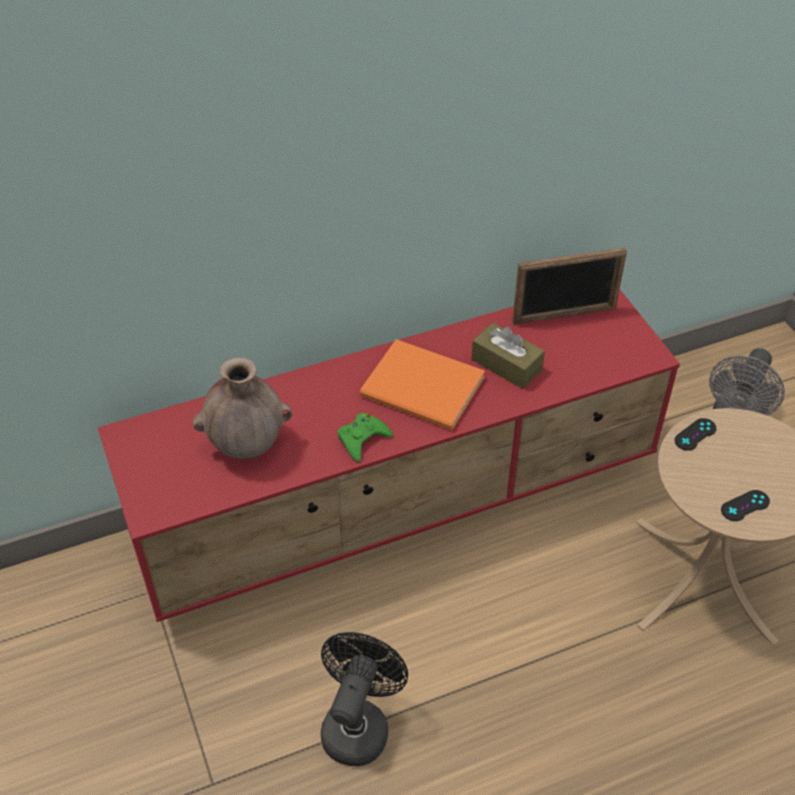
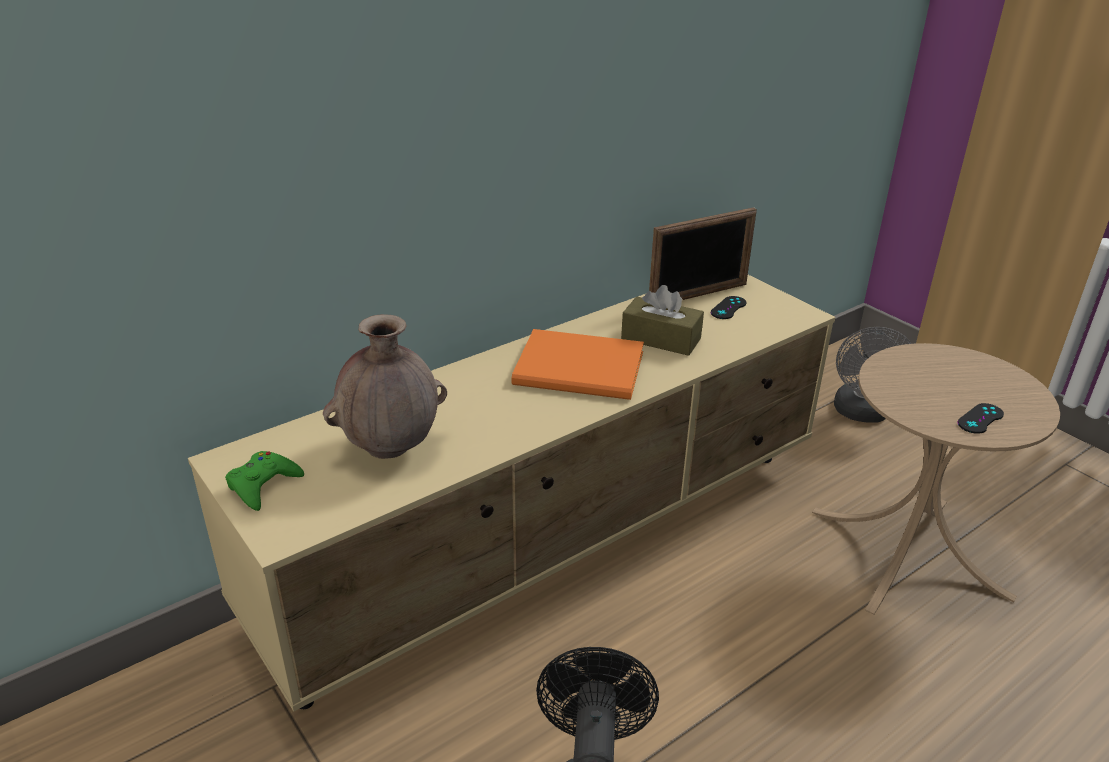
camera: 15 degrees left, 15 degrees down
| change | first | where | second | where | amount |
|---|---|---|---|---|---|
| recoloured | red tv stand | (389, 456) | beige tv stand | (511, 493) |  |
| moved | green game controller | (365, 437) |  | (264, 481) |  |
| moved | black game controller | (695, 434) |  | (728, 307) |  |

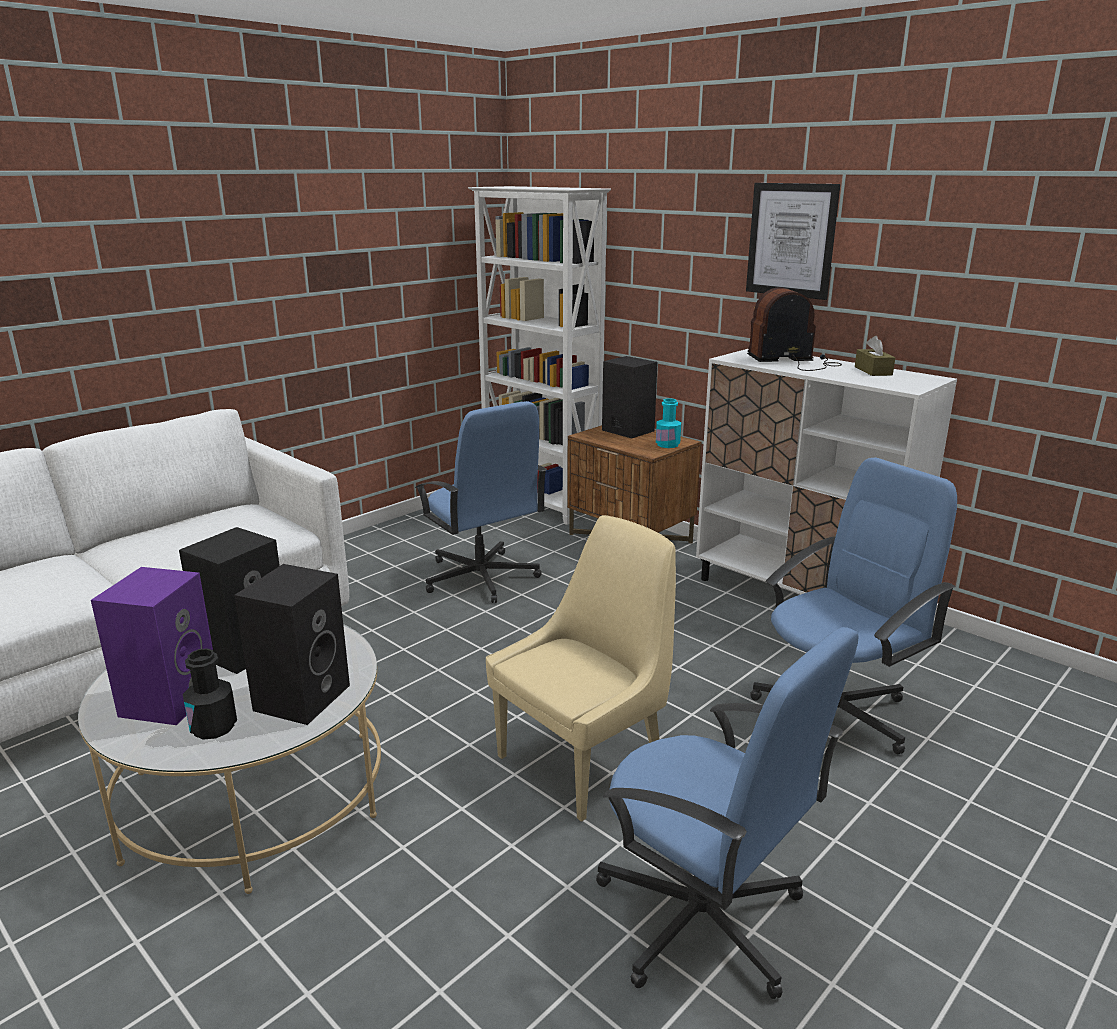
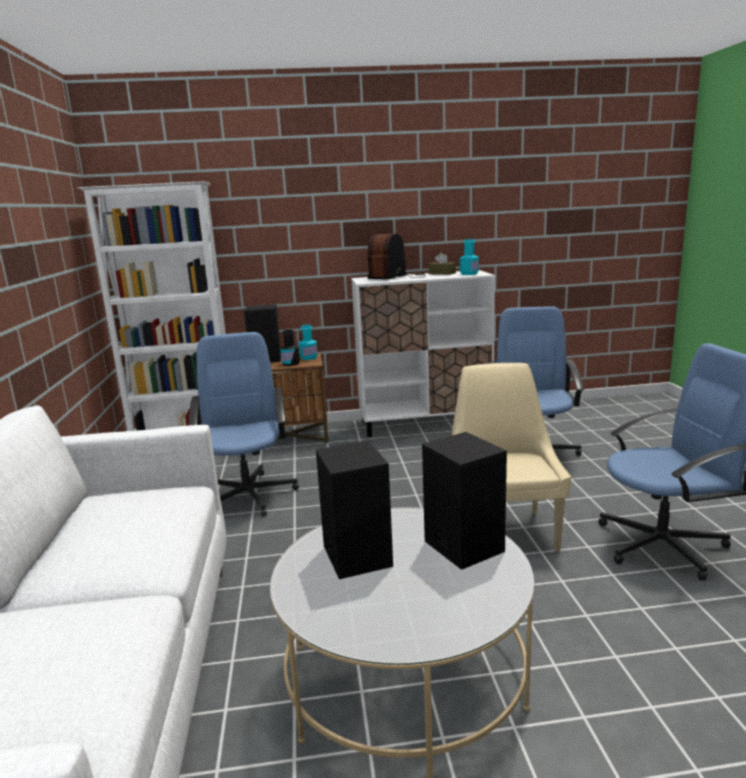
camera: 50 degrees left, 5 degrees down
| change | first | where | second | where | amount |
|---|---|---|---|---|---|
| turned | blue office chair | (481, 502) |  | (244, 424) | 105 degrees counterclockwise |
| moved | black bottle | (210, 694) |  | (290, 348) |  |
| added |  |  | turquoise bottle | (469, 257) |  |
| removed | purple speaker | (152, 646) |  |  |  |
| removed | picture | (793, 241) |  |  |  |

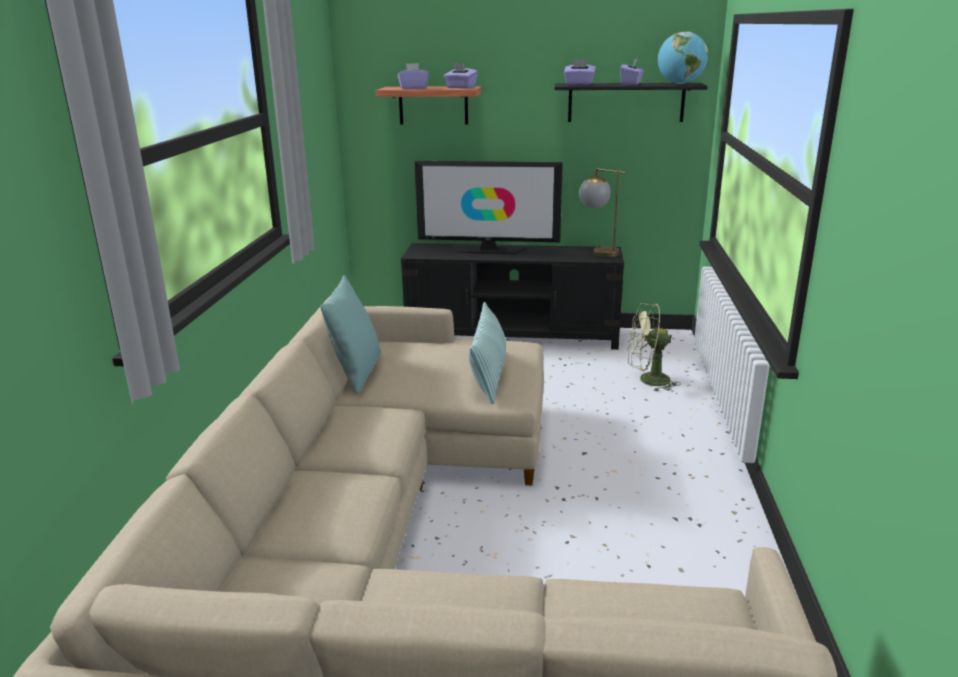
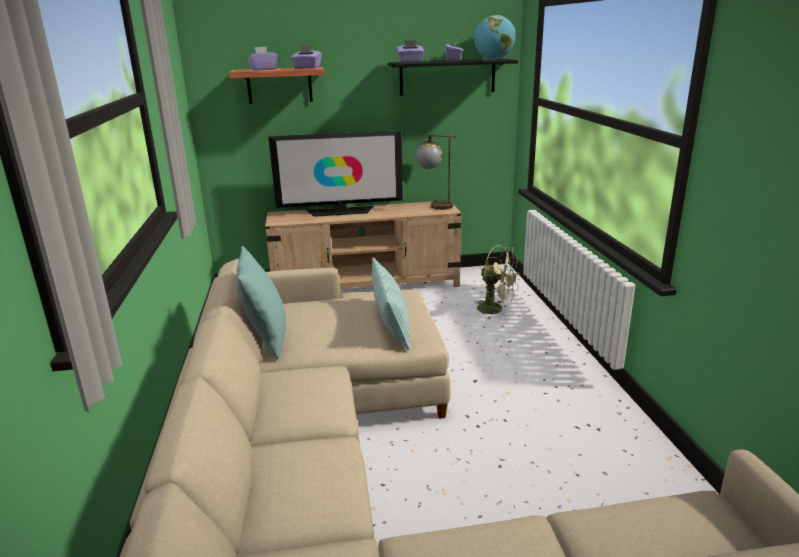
camera: 15 degrees left, 0 degrees up
| change | first | where | second | where | amount |
|---|---|---|---|---|---|
| recoloured | black tv stand | (512, 296) | beige tv stand | (363, 245) |  |
| turned | green fan | (654, 347) |  | (497, 282) | 135 degrees counterclockwise |

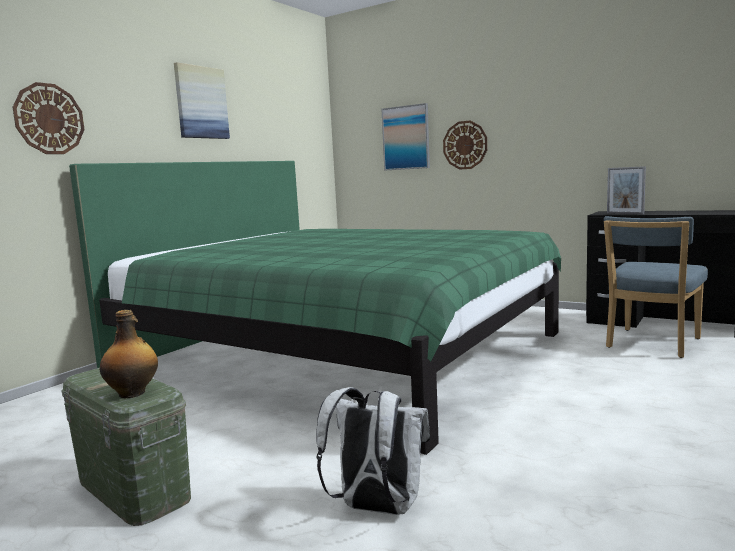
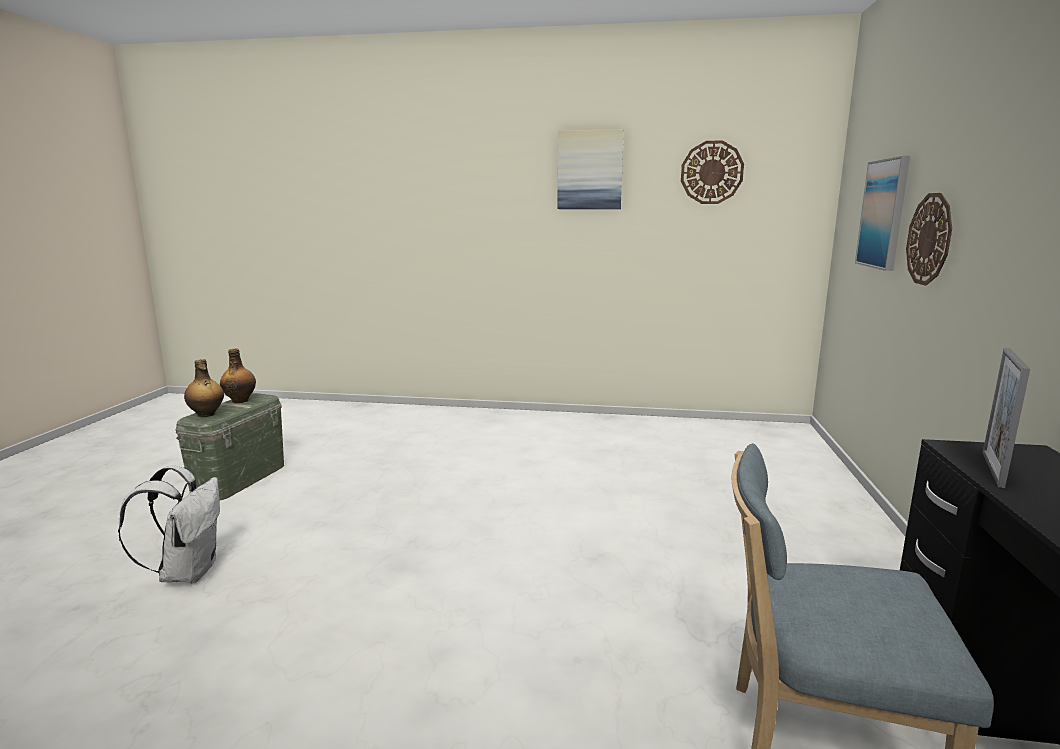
camera: 65 degrees right, 5 degrees up
| change | first | where | second | where | amount |
|---|---|---|---|---|---|
| added |  |  | bottle | (238, 376) |  |
| moved | wall clock | (49, 118) |  | (712, 172) |  |
| removed | green bed | (315, 308) |  |  |  |

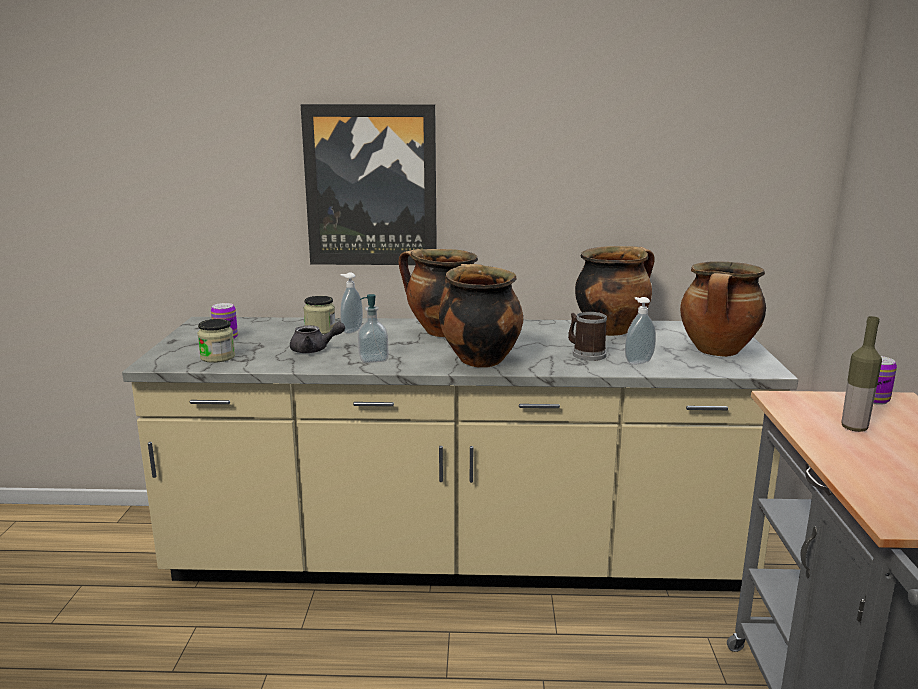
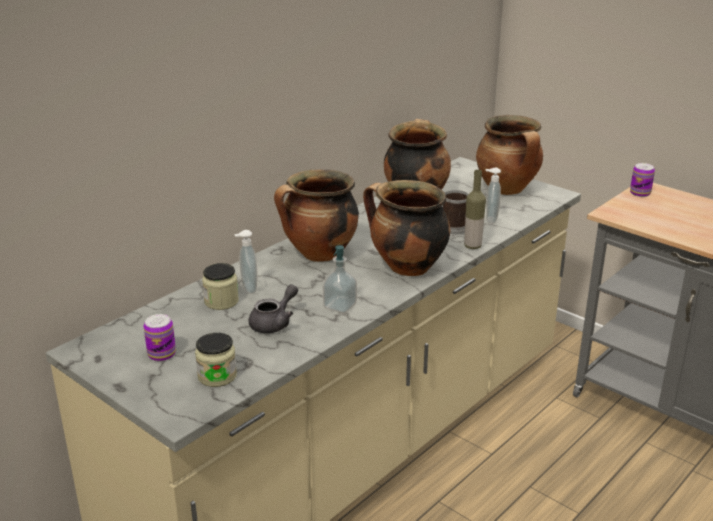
camera: 50 degrees left, 10 degrees up
| change | first | where | second | where | amount |
|---|---|---|---|---|---|
| moved | bottle | (862, 374) |  | (475, 209) |  |
| removed | picture | (368, 184) |  |  |  |

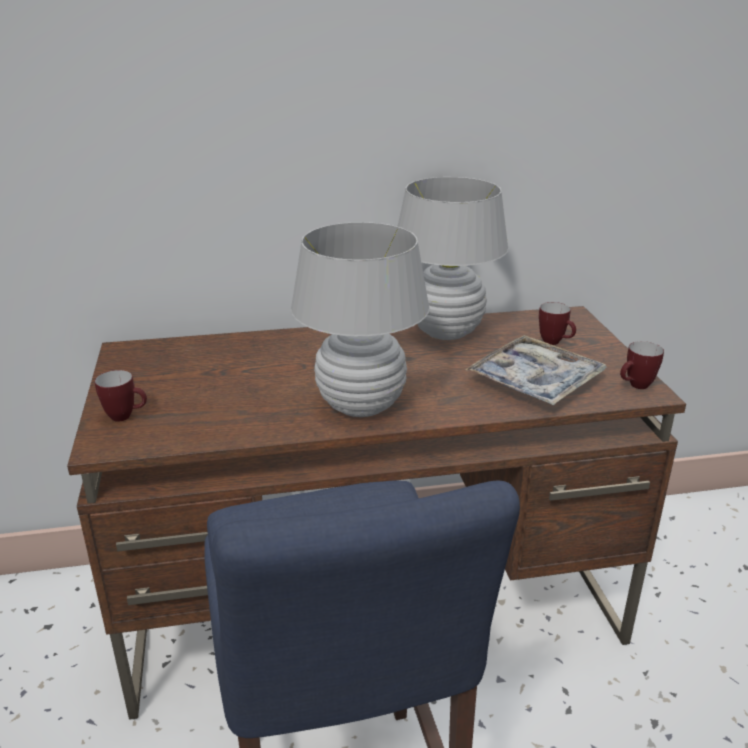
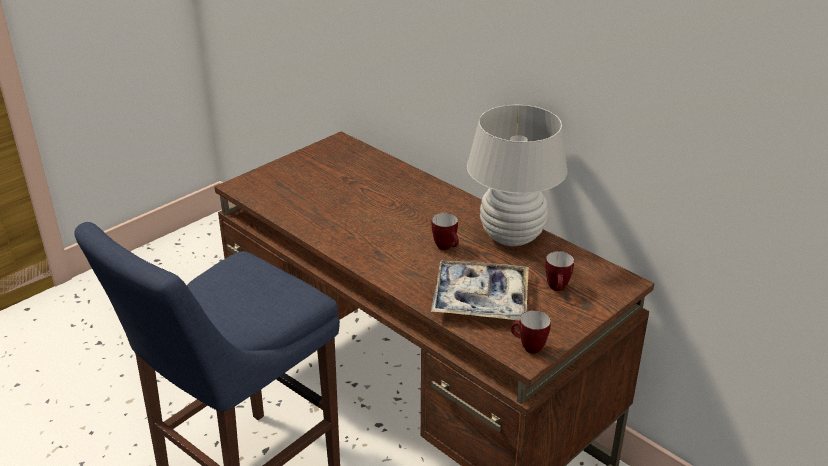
camera: 55 degrees right, 5 degrees up
| change | first | where | second | where | amount |
|---|---|---|---|---|---|
| moved | mug | (121, 396) |  | (445, 231) |  |
| removed | white table lamp | (360, 319) |  |  |  |

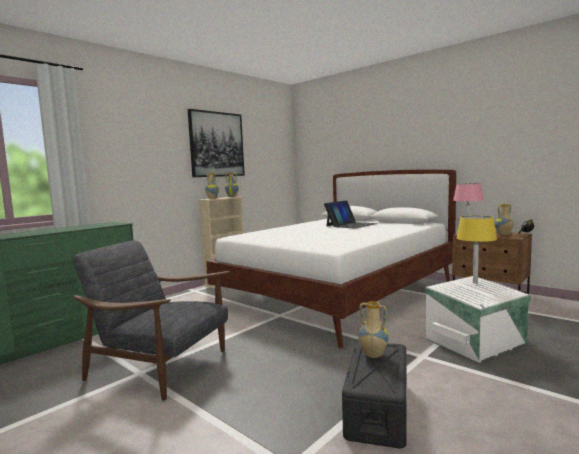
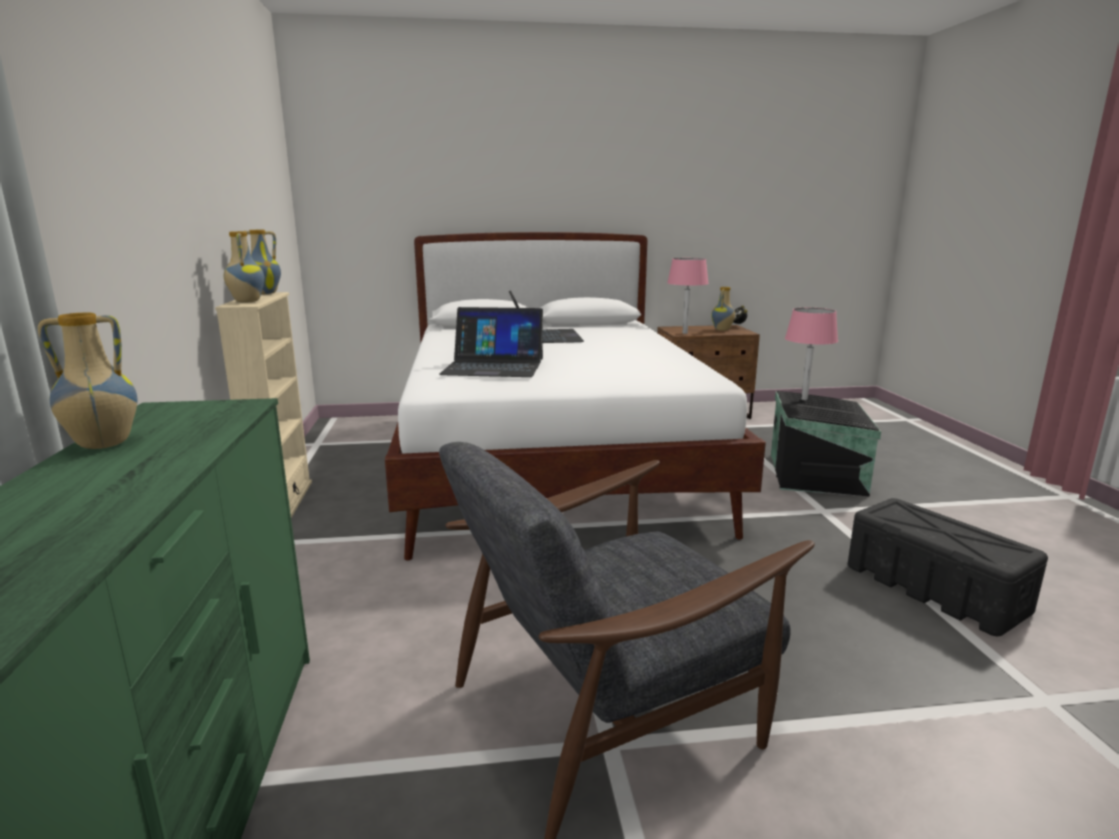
camera: 50 degrees left, 10 degrees up
| change | first | where | second | where | amount |
|---|---|---|---|---|---|
| moved | vase | (373, 329) |  | (87, 380) |  |
| added |  |  | laptop | (491, 342) |  |
| recoloured | white storage box | (478, 319) | black storage box | (826, 444) |  |
| recoloured | yellow table lamp | (476, 250) | pink table lamp | (811, 354) |  |
| removed | picture | (216, 143) |  |  |  |

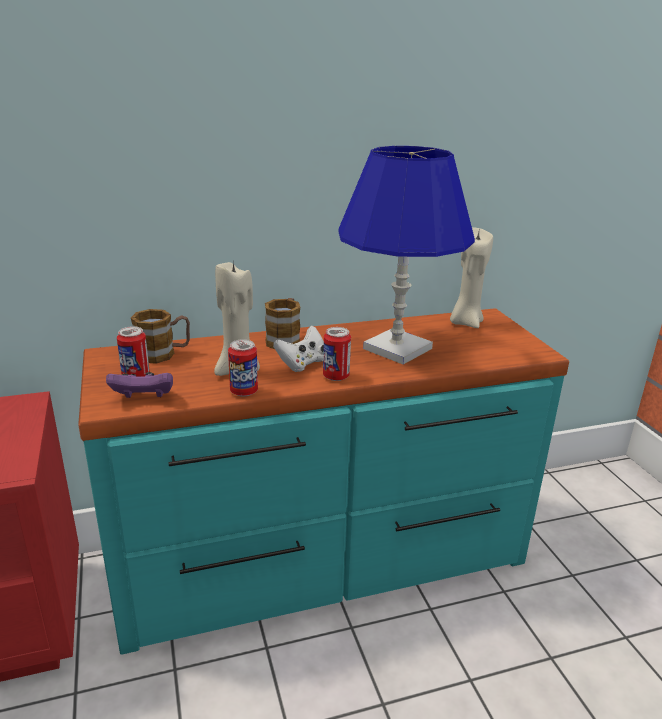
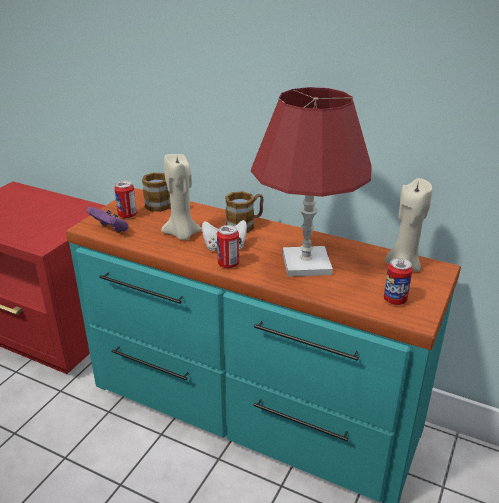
camera: 45 degrees right, 5 degrees up
| change | first | where | second | where | amount |
|---|---|---|---|---|---|
| recoloured | blue table lamp | (406, 255) | red table lamp | (311, 182) |  |
| moved | can | (243, 368) |  | (398, 281) |  |

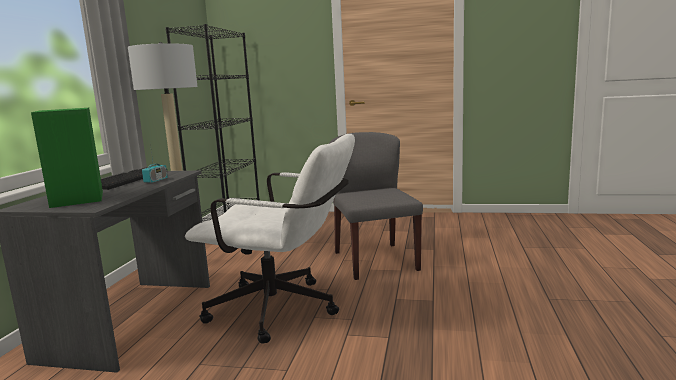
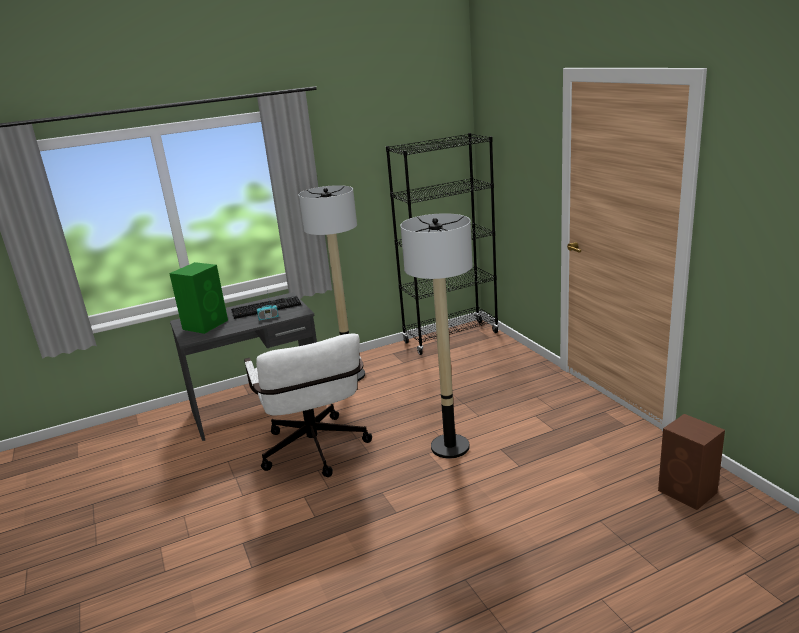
camera: 55 degrees right, 10 degrees up
| change | first | where | second | where | amount |
|---|---|---|---|---|---|
| replaced | grey chair | (376, 206) | floor lamp | (436, 336) |  |
| added |  |  | brown speaker | (691, 462) |  |

